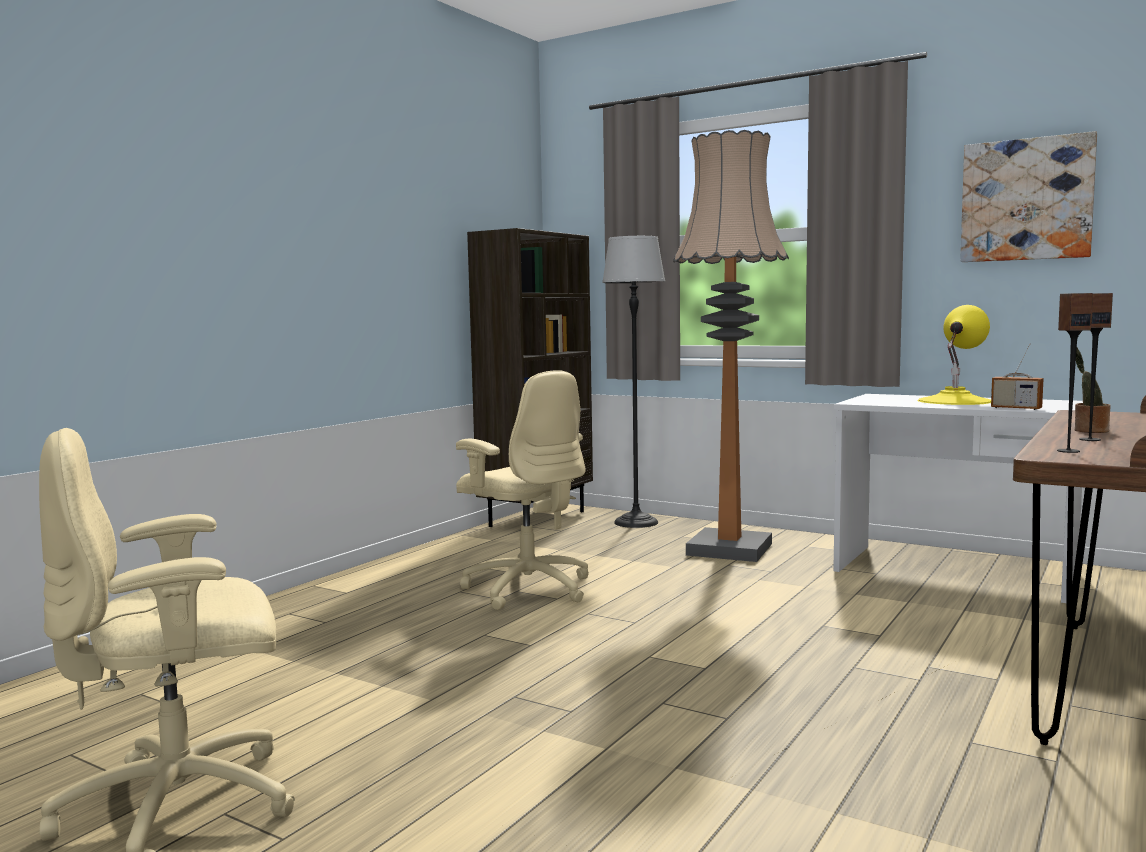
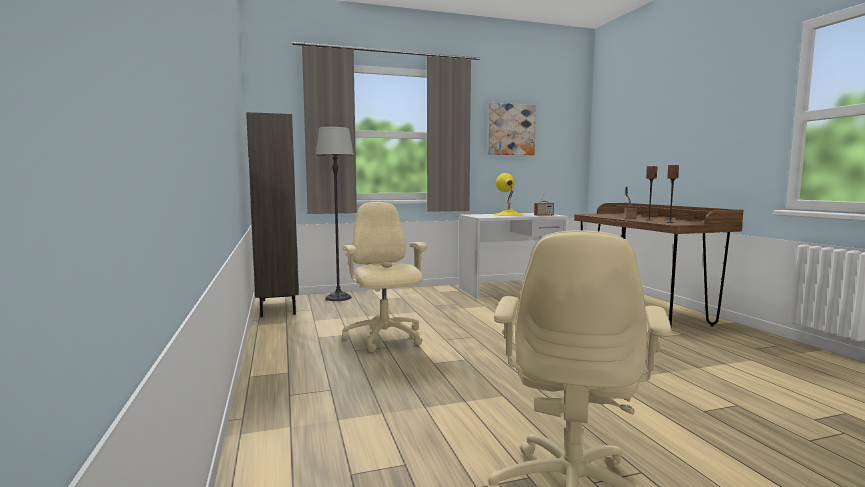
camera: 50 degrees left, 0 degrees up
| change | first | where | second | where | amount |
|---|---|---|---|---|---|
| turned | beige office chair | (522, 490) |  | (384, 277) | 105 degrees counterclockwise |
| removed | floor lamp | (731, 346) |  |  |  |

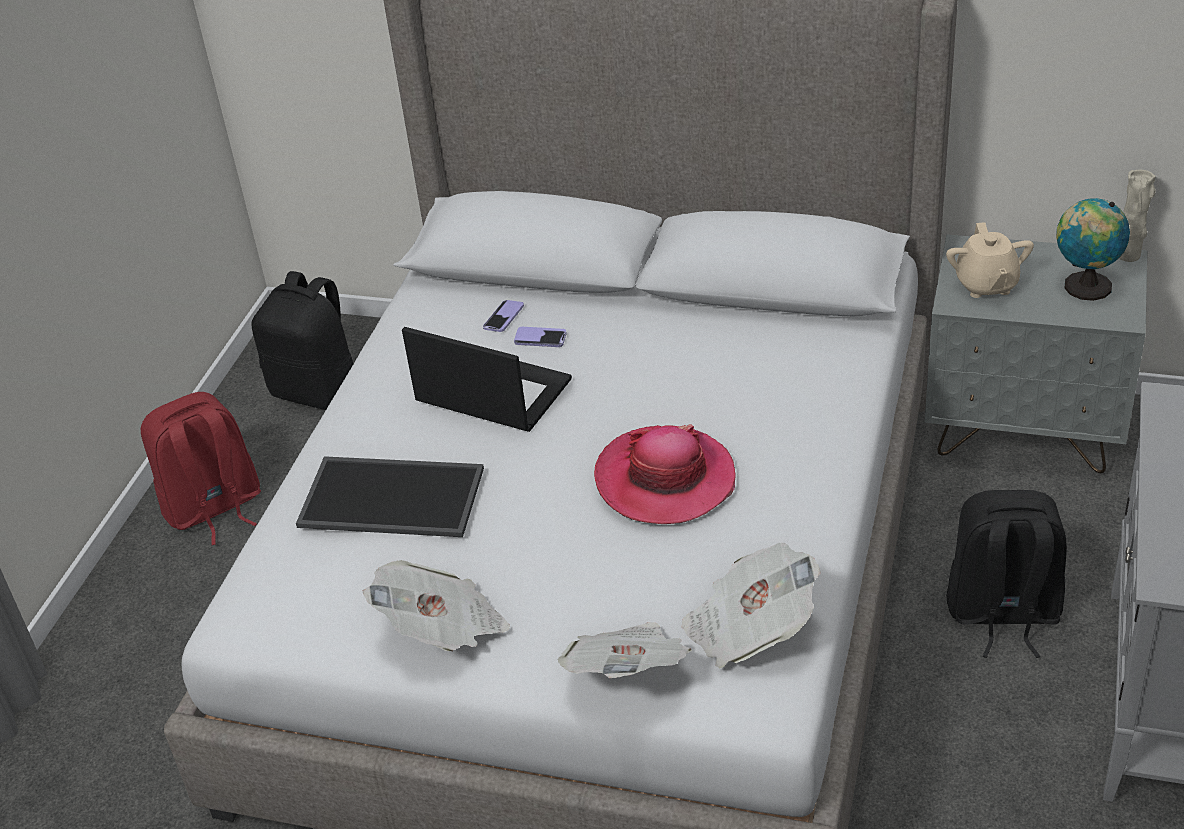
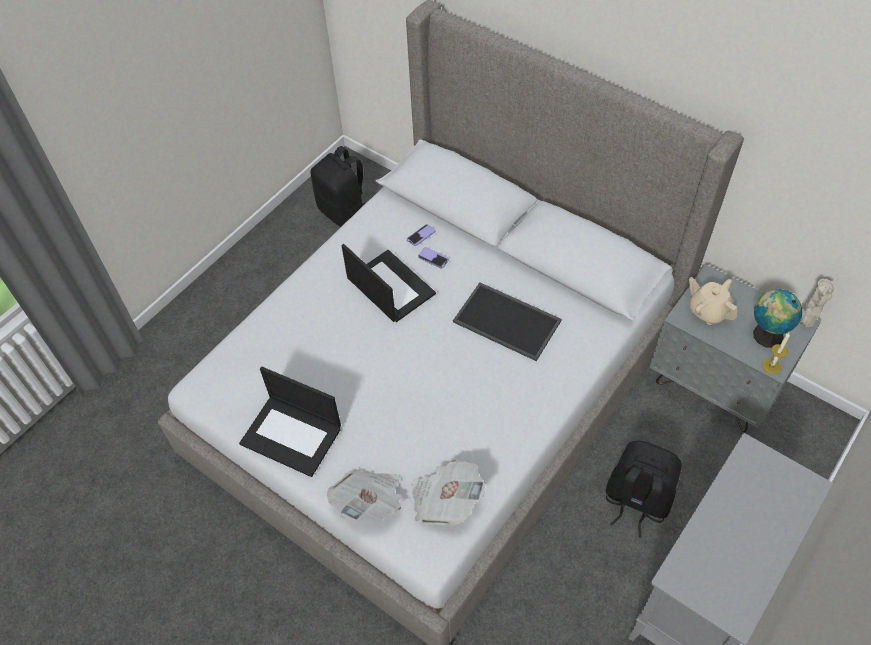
camera: 20 degrees right, 15 degrees up
| change | first | where | second | where | amount |
|---|---|---|---|---|---|
| replaced | newspaper | (436, 605) | laptop | (290, 422) |  |
| moved | tray | (390, 496) |  | (507, 321) |  |
| turned | beige teapot | (990, 260) |  | (713, 301) | 120 degrees clockwise |
| added |  |  | candle | (776, 353) |  |
| removed | red backpack | (201, 468) |  |  |  |
| removed | hat | (665, 474) |  |  |  |

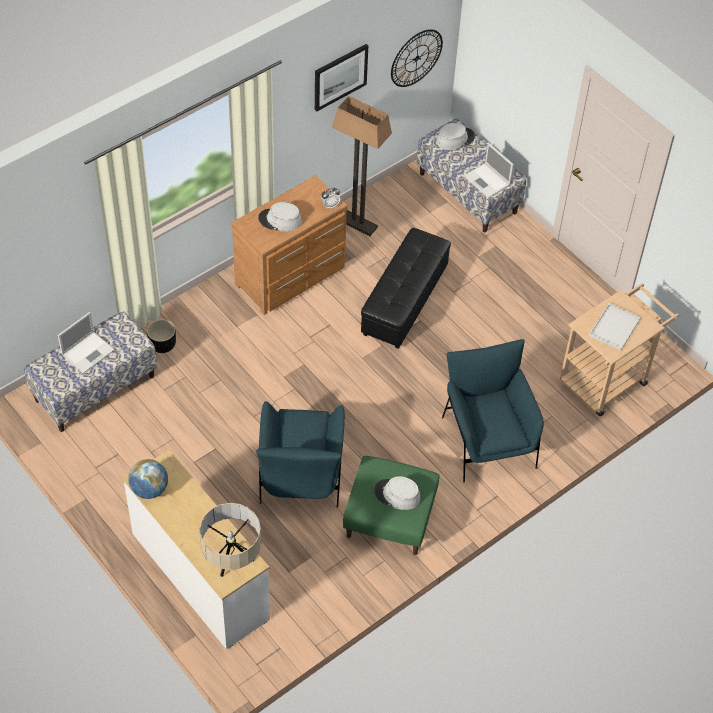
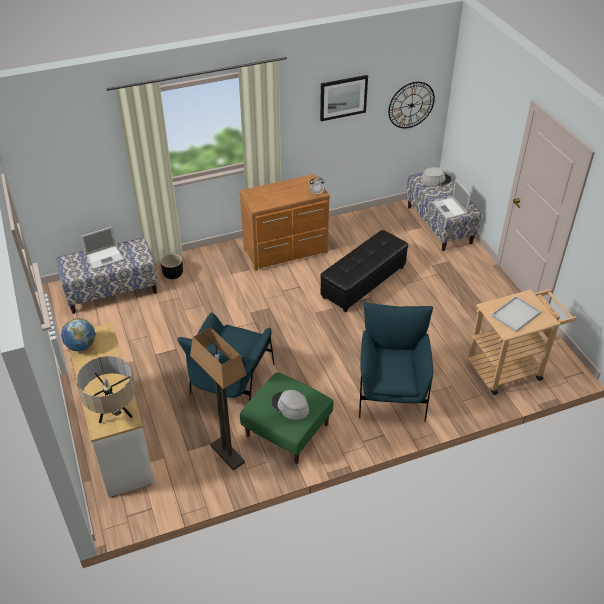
camera: 20 degrees right, 10 degrees down
| change | first | where | second | where | amount |
|---|---|---|---|---|---|
| moved | floor lamp | (362, 166) |  | (218, 398) |  |
| removed | grey hat | (280, 216) |  |  |  |

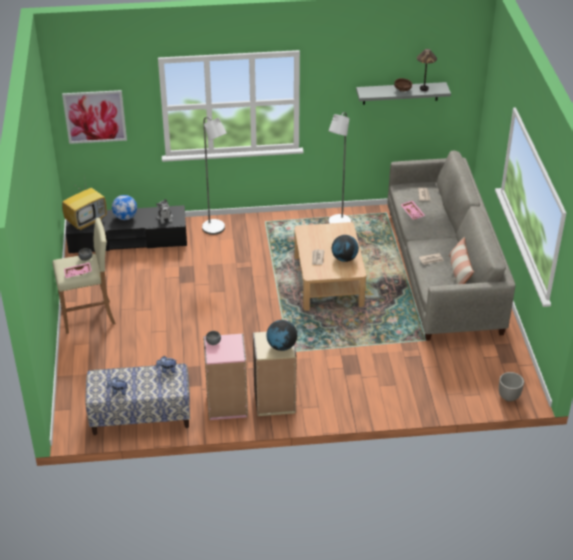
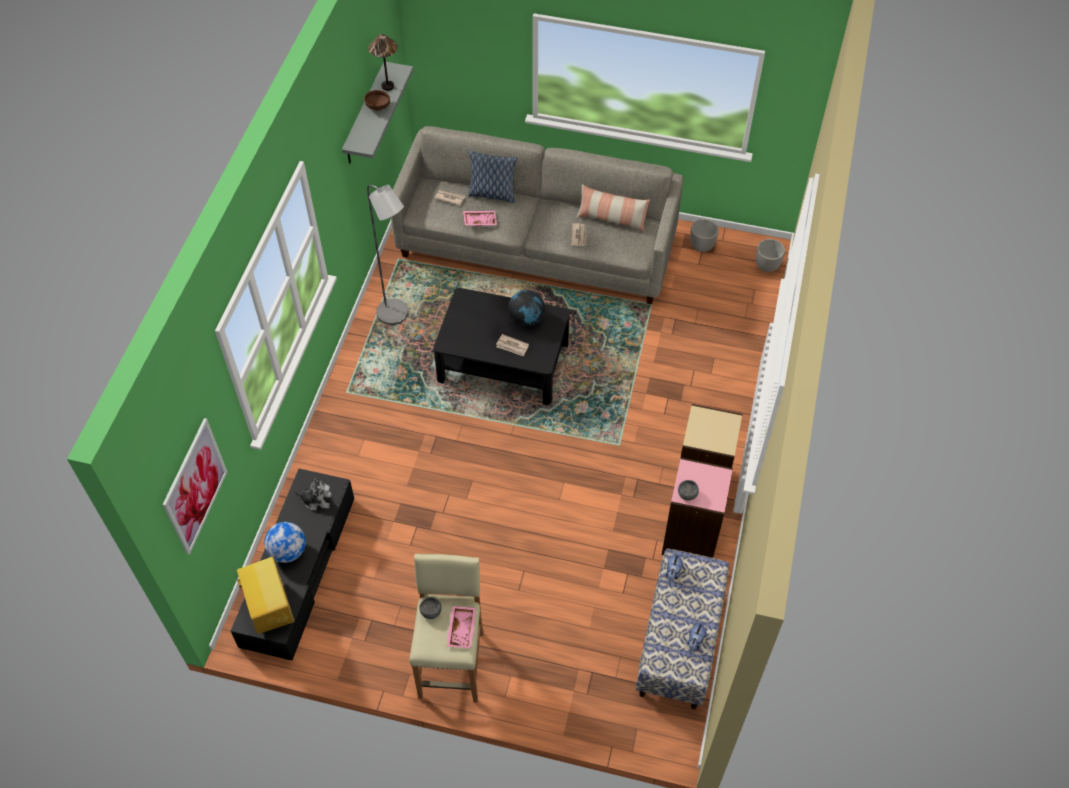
camera: 70 degrees left, 15 degrees up
| change | first | where | second | where | amount |
|---|---|---|---|---|---|
| recoloured | beige coffee table | (330, 266) | black coffee table | (501, 346) |  |
| added |  |  | pillow | (492, 177) |  |
| added |  |  | planter | (704, 235) |  |
| removed | grey floor lamp | (214, 176) |  |  |  |
| removed | globe | (281, 335) |  |  |  |

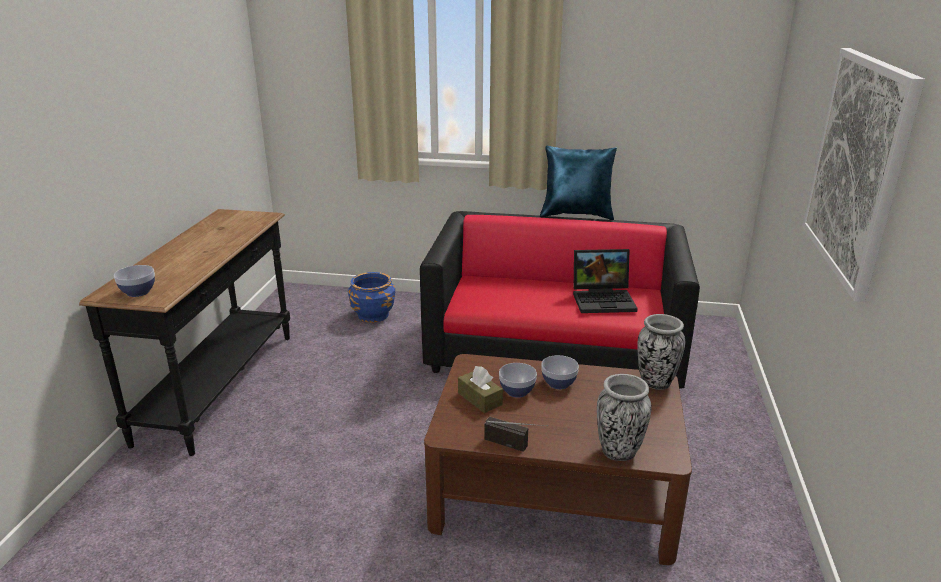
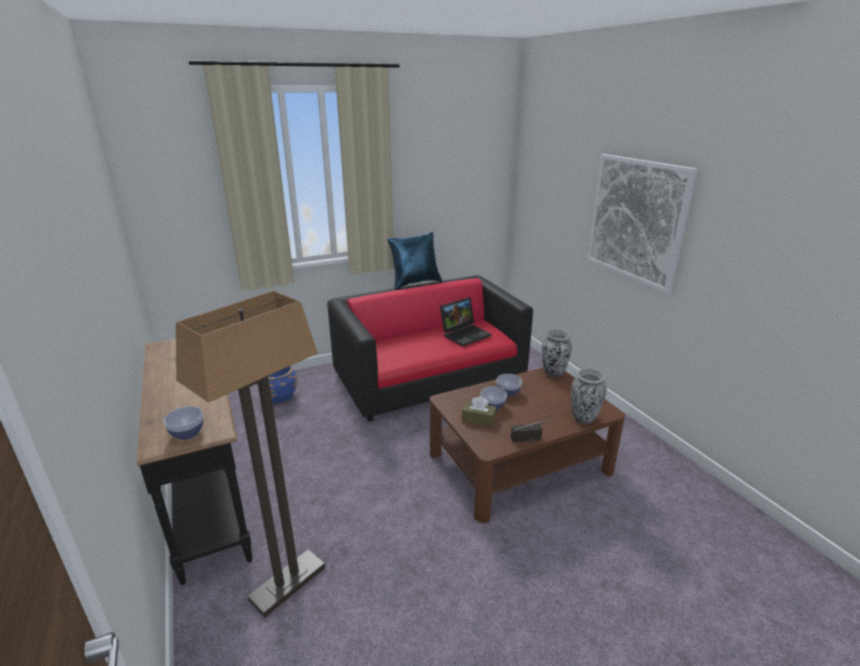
camera: 35 degrees left, 0 degrees up
| change | first | where | second | where | amount |
|---|---|---|---|---|---|
| added |  |  | floor lamp | (250, 454) |  |

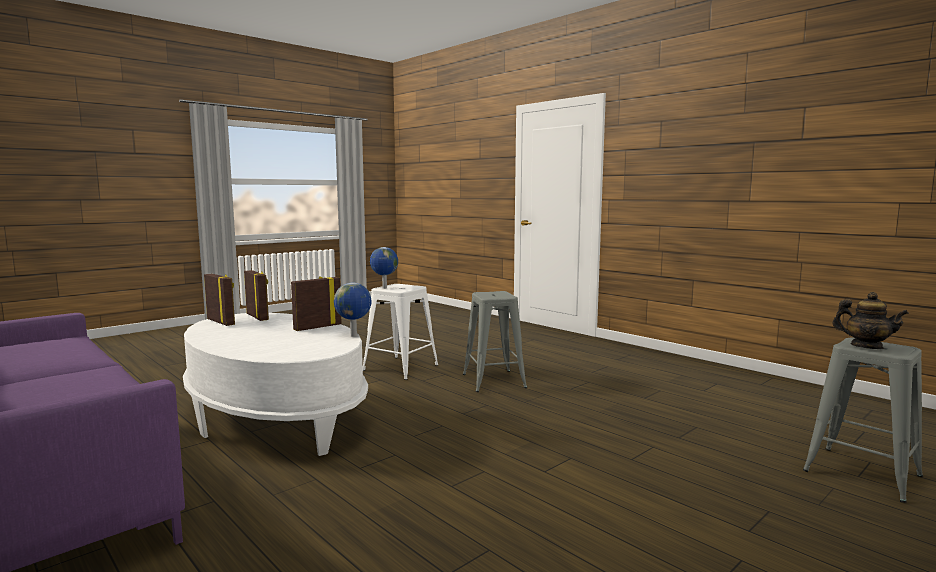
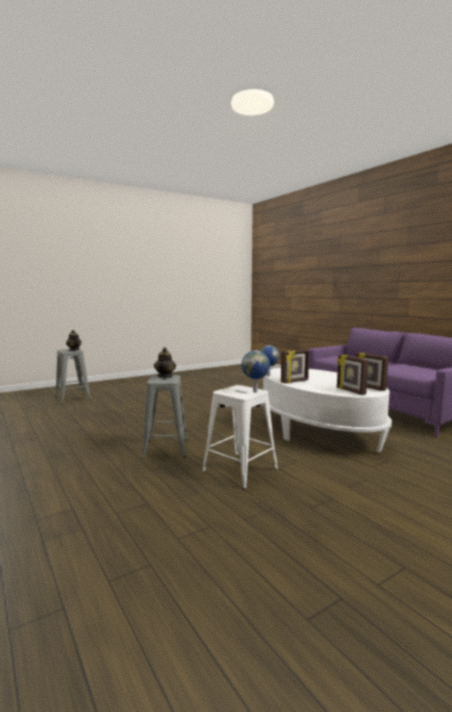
camera: 170 degrees left, 0 degrees up
| change | first | where | second | where | amount |
|---|---|---|---|---|---|
| added |  |  | teapot | (165, 362) |  |

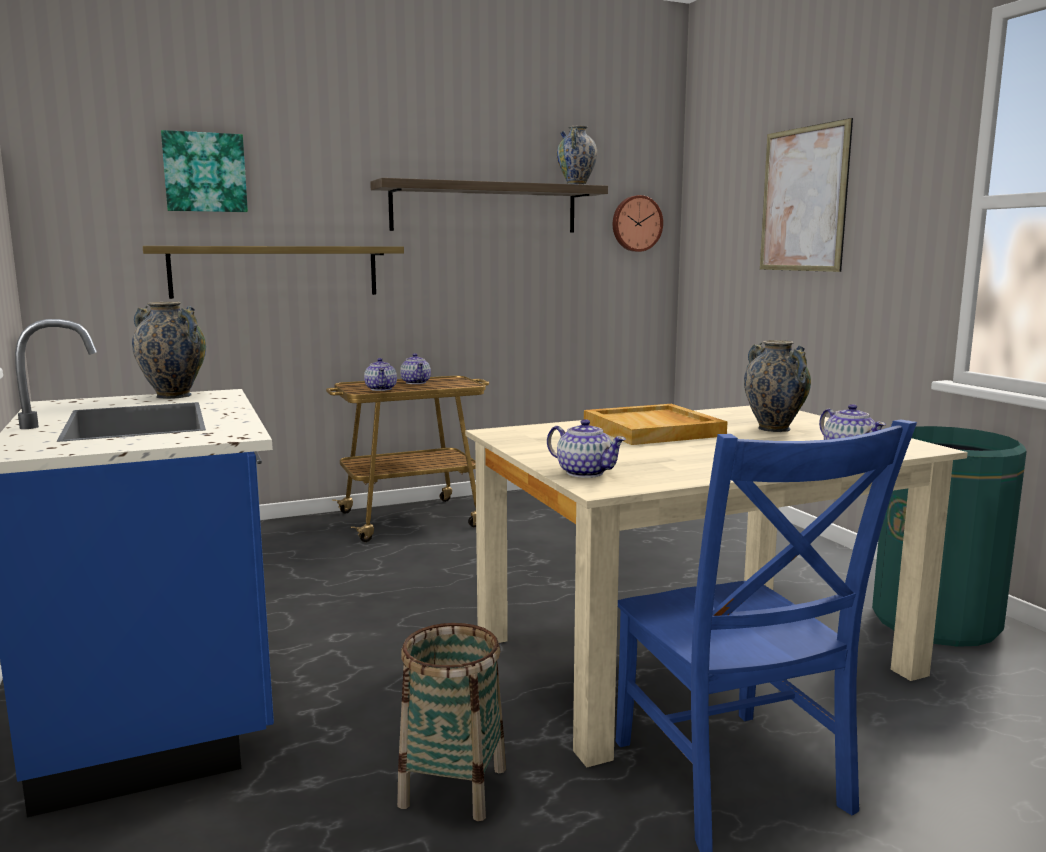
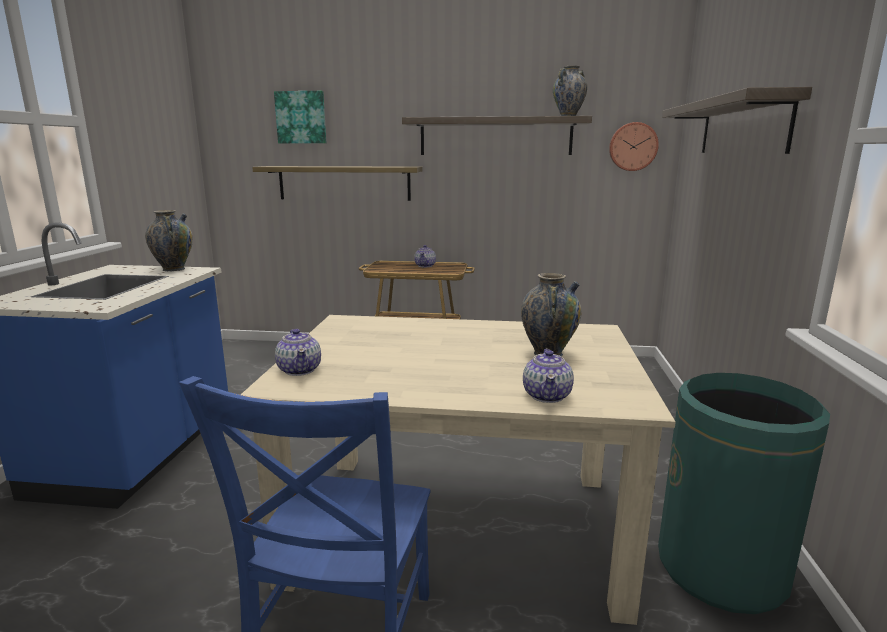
camera: 30 degrees right, 5 degrees up
| change | first | where | second | where | amount |
|---|---|---|---|---|---|
| replaced | picture | (806, 195) | shelf | (737, 120) |  |
| removed | teapot | (380, 374) |  |  |  |
| removed | basket | (451, 722) |  |  |  |
| removed | beige tray | (656, 424) |  |  |  |

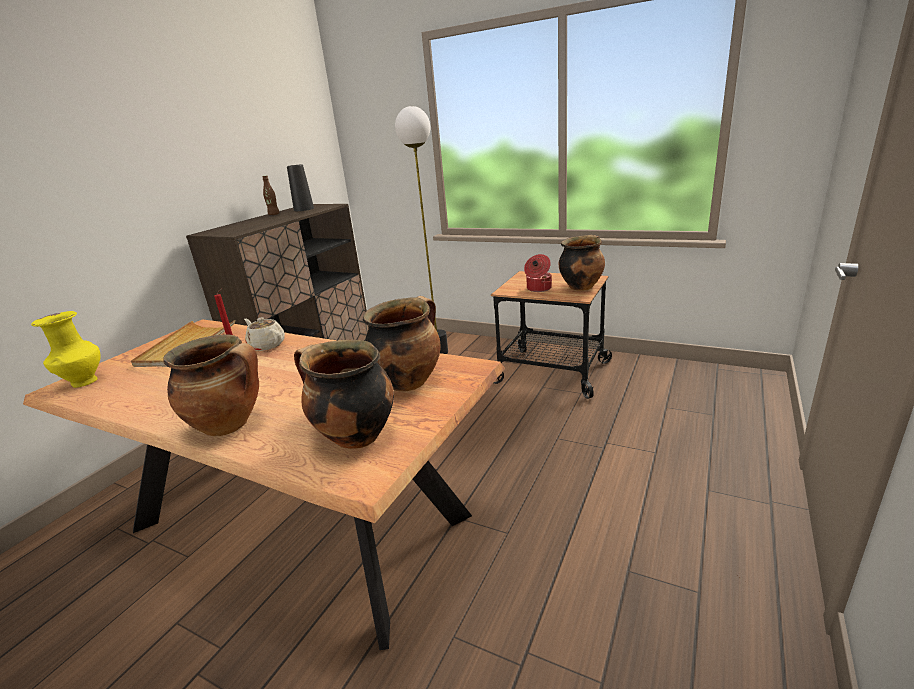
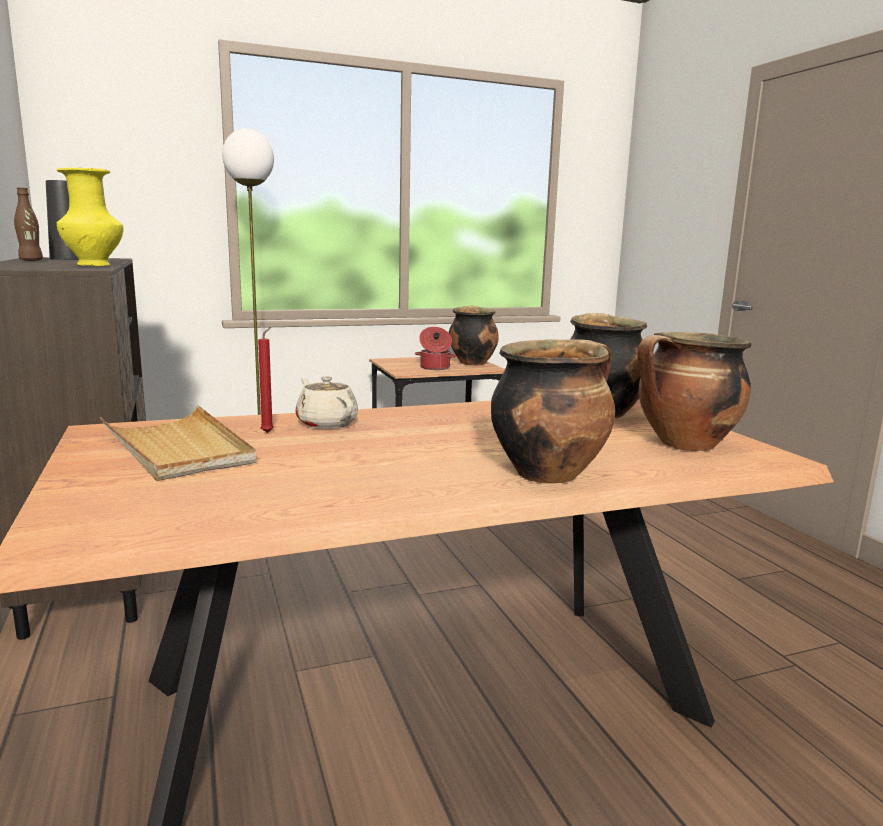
camera: 50 degrees left, 10 degrees down
| change | first | where | second | where | amount |
|---|---|---|---|---|---|
| moved | yellow vase | (66, 349) |  | (90, 216) |  |
| turned | beige teapot | (264, 334) |  | (326, 402) | 60 degrees clockwise |

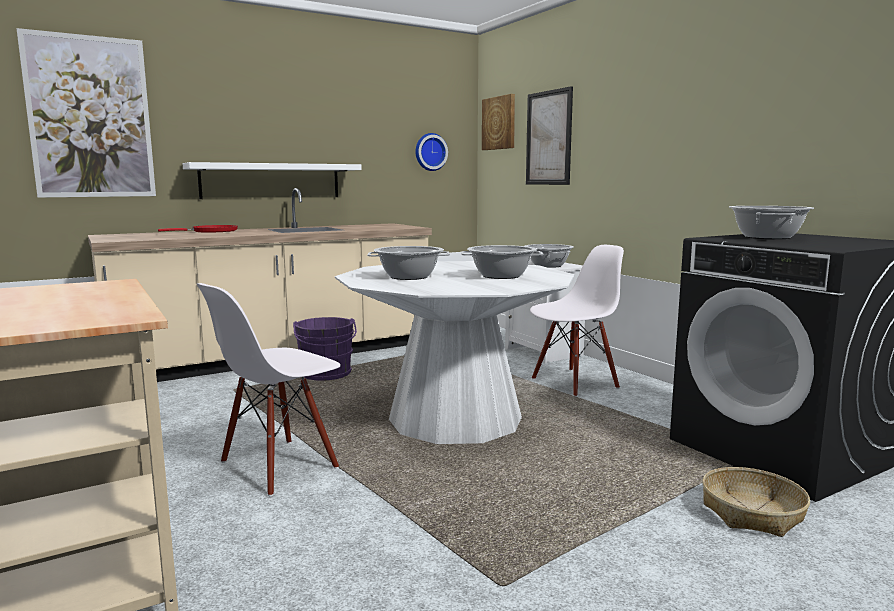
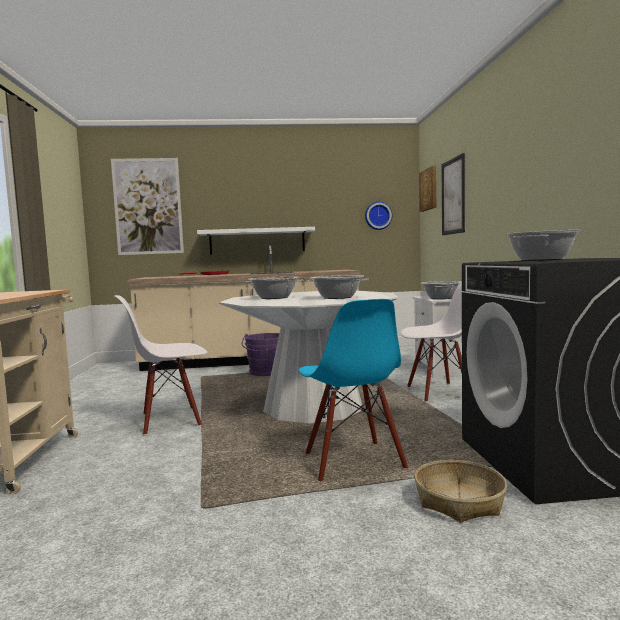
camera: 25 degrees right, 5 degrees down
| change | first | where | second | where | amount |
|---|---|---|---|---|---|
| added |  |  | blue chair | (353, 390) |  |

